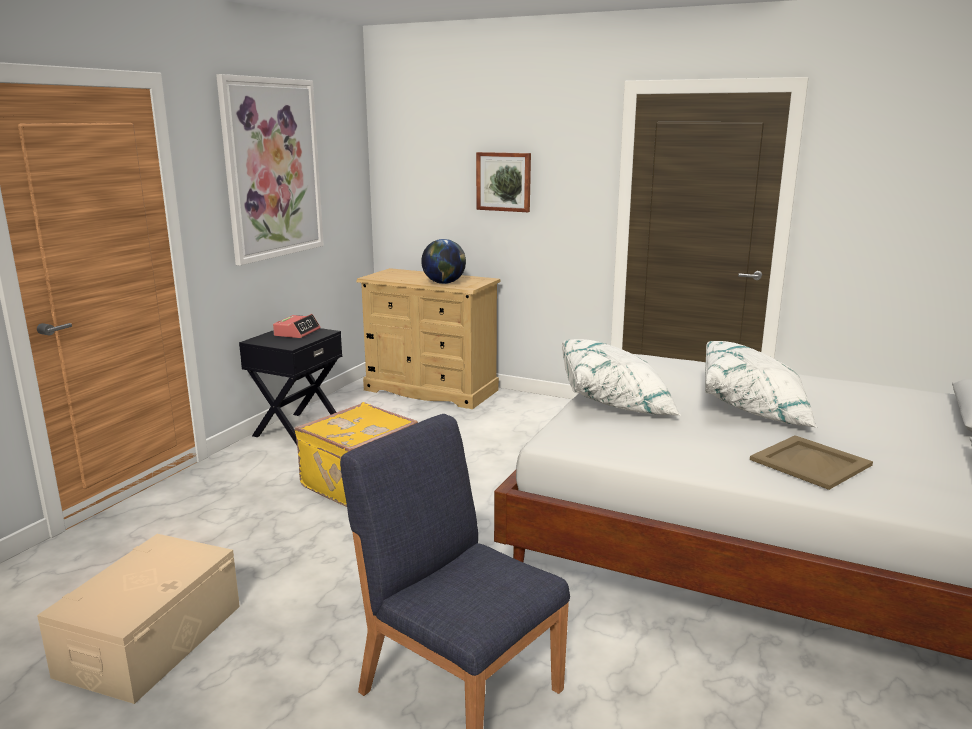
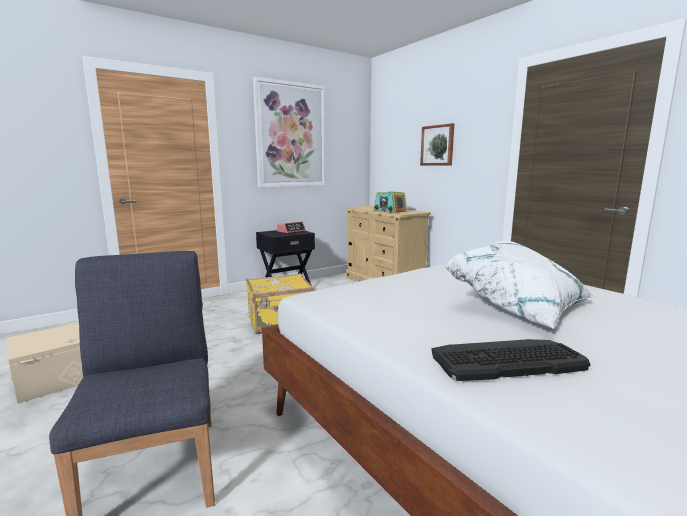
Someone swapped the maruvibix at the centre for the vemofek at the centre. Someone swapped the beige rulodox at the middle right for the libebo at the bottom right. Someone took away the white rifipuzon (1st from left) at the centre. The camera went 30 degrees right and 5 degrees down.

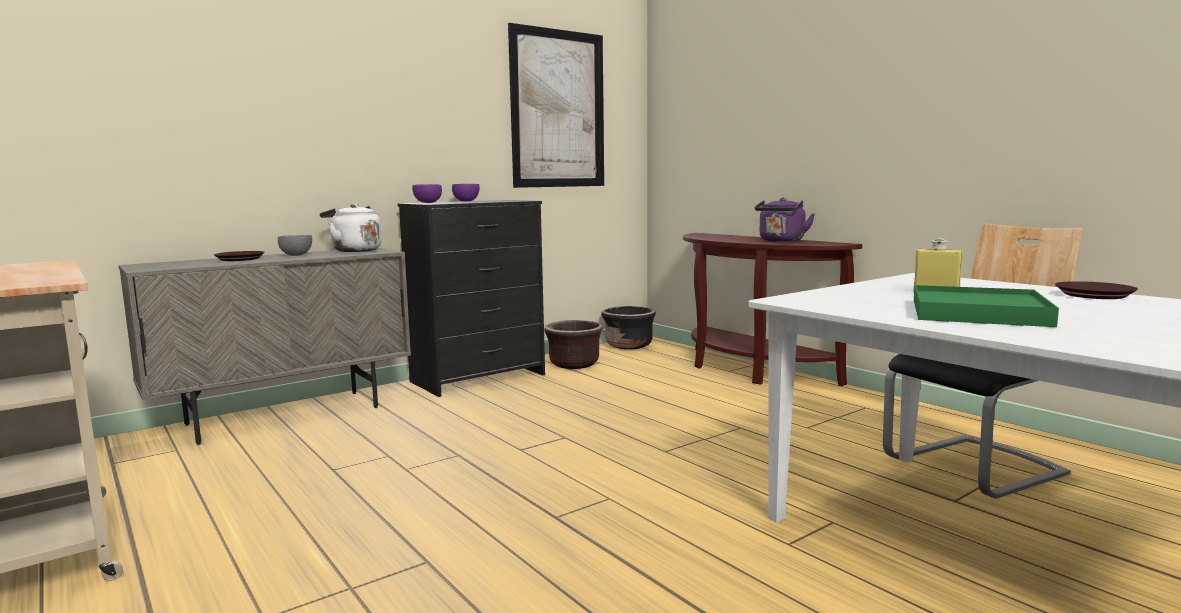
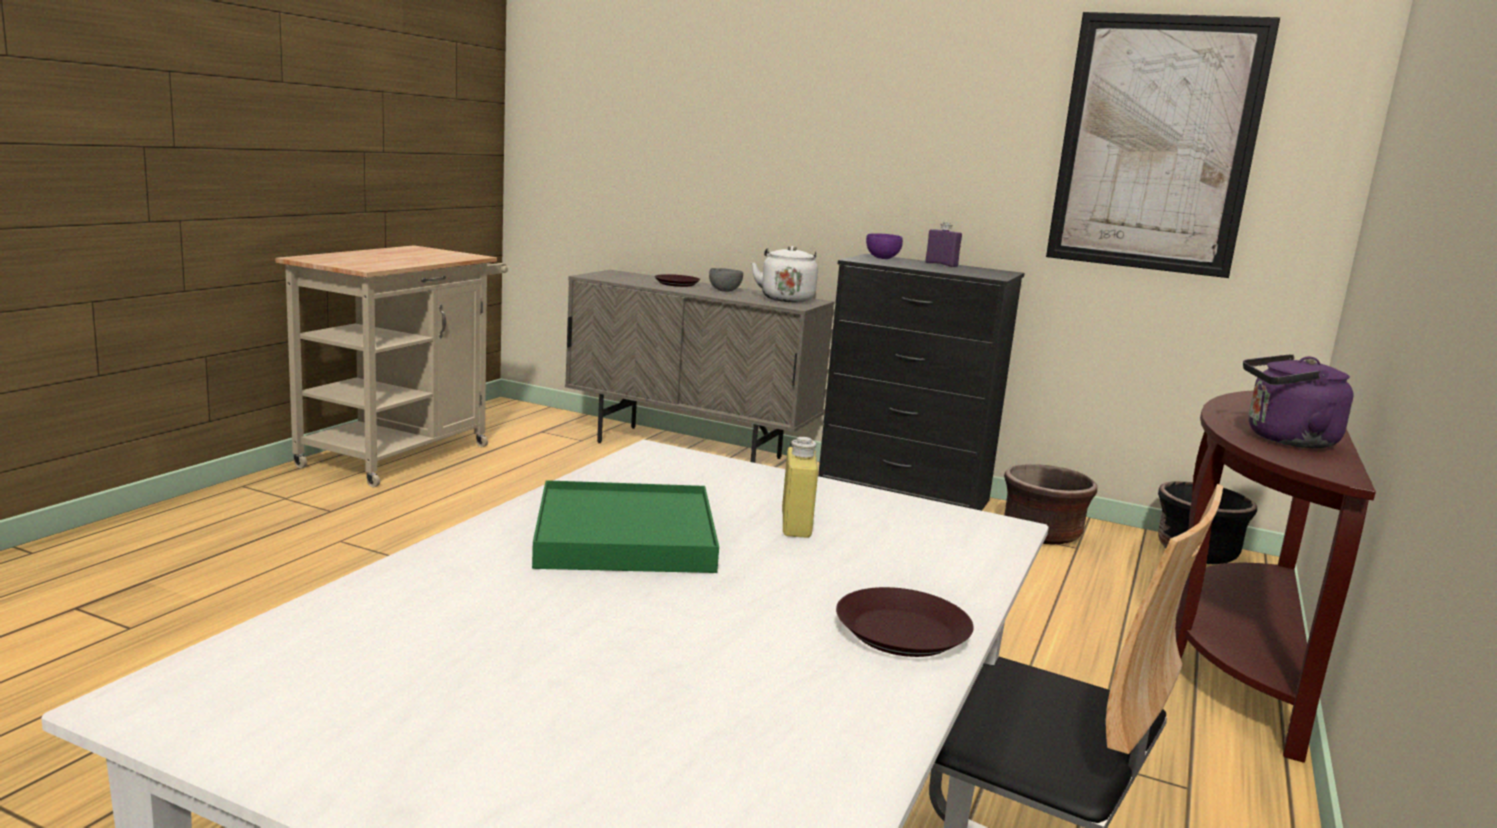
Someone swapped the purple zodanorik (2nd from left) at the top centre for the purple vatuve at the top centre. The camera went 60 degrees right and 5 degrees up.

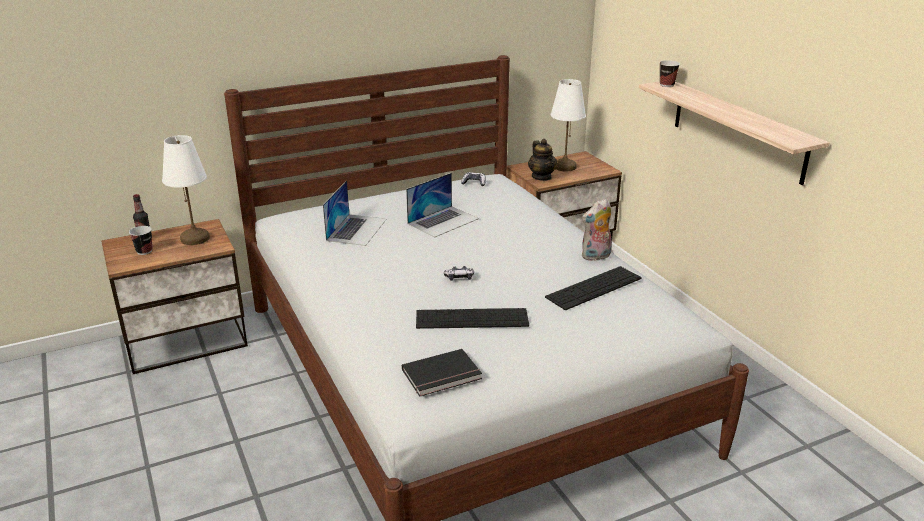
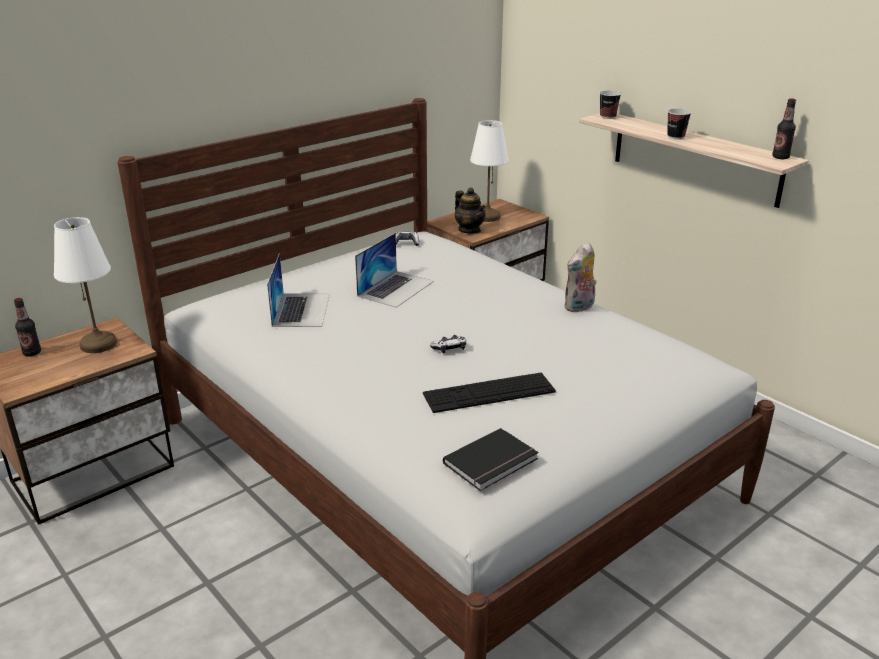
Someone carried the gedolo (1st from left in the first image) from the middle left to the top right. Someone put down the vatuve (2nd from left) at the top right. Someone took away the libebo (2nd from left) at the centre. The camera went 15 degrees left and 0 degrees up.

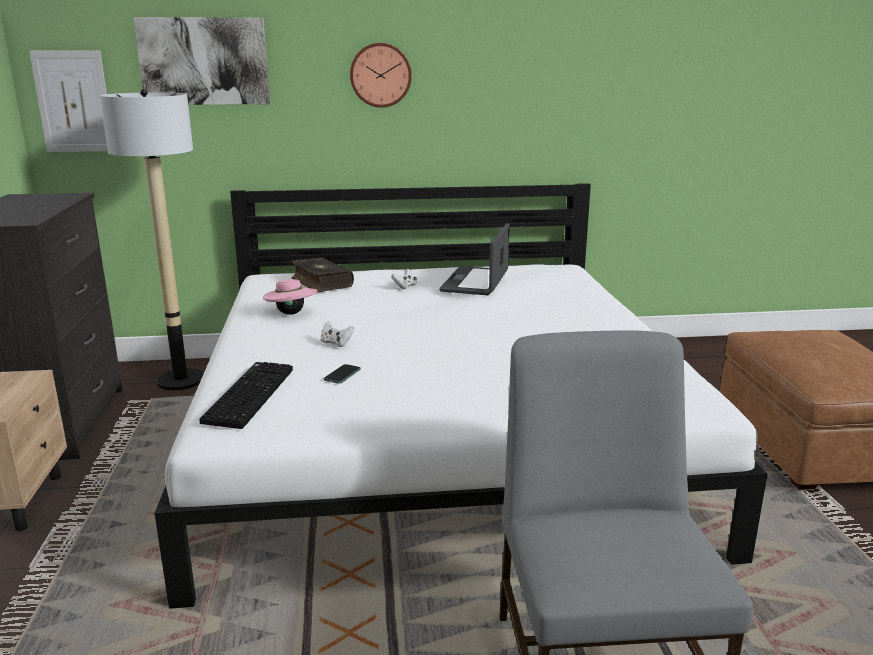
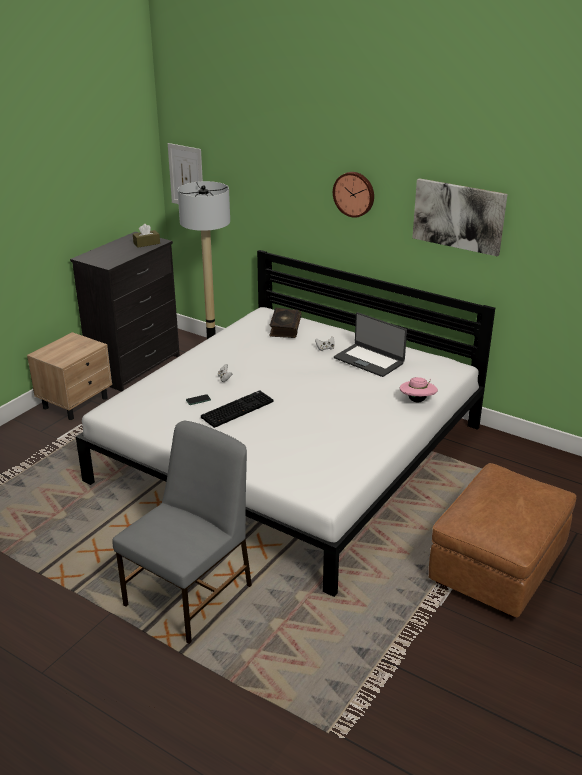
Someone put down the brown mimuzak at the top left. Someone carried the libebo from the middle left to the centre. Someone rotated the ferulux at the centre by 105 degrees counterclockwise. Someone carried the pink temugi from the middle left to the middle right. Someone carried the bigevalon (2nd from left) from the top left to the top right. The camera went 40 degrees right and 10 degrees up.

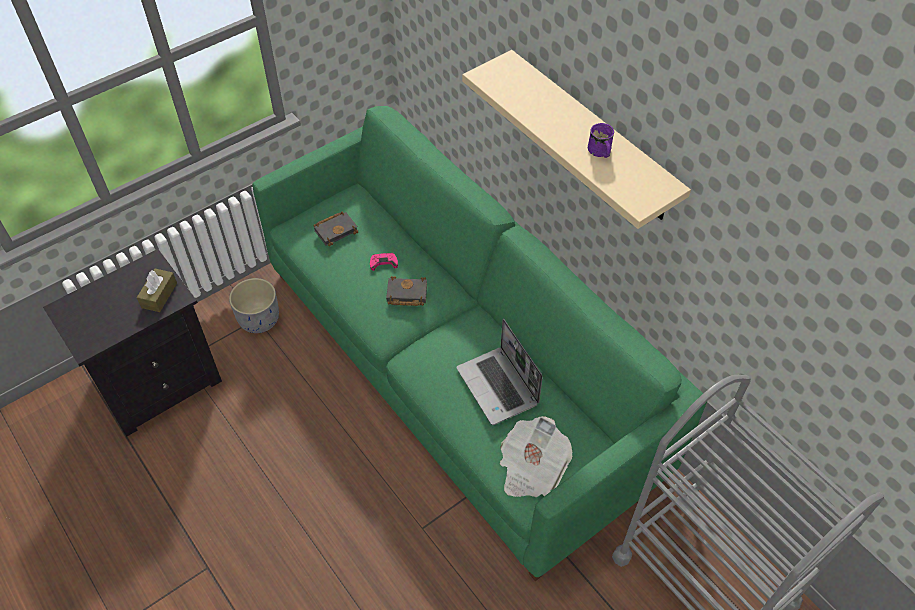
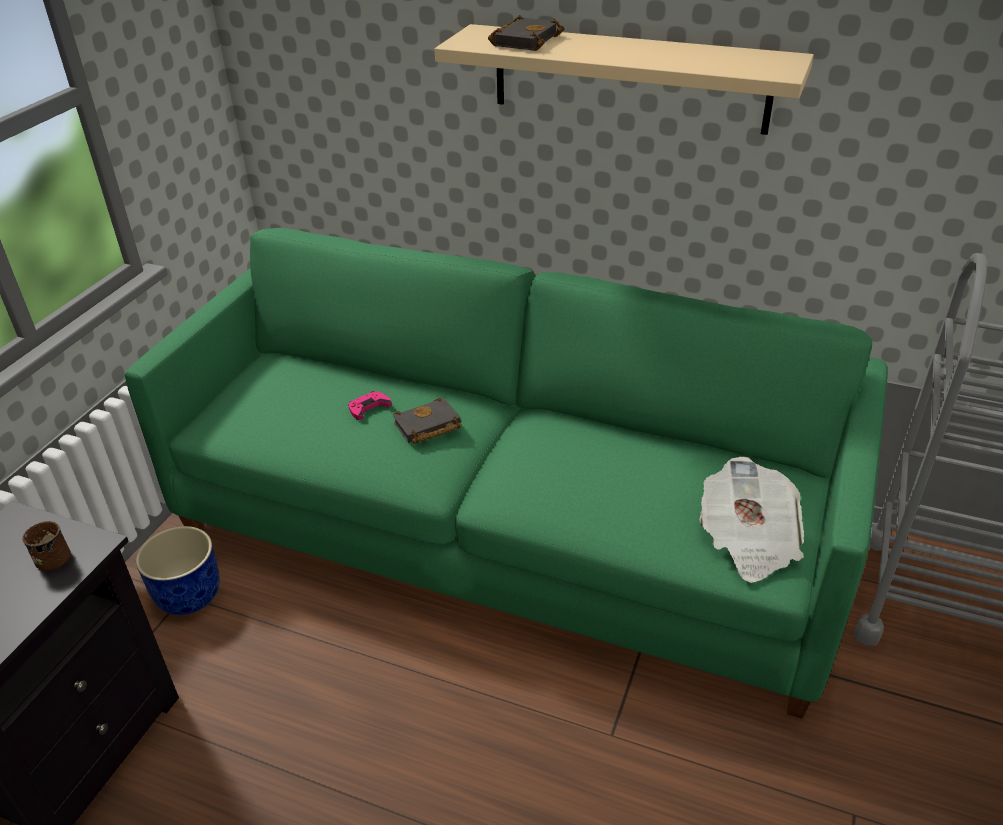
Someone swapped the brown mimuzak at the middle left for the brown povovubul at the middle left. Someone repainted the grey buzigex at the middle left, which became the blue buzigex at the bottom left. Someone carried the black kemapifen (1st from left in the first image) from the centre to the top centre. Someone took away the ferulux at the centre. Someone took away the purple povovubul at the top centre. The camera went 30 degrees left and 15 degrees down.

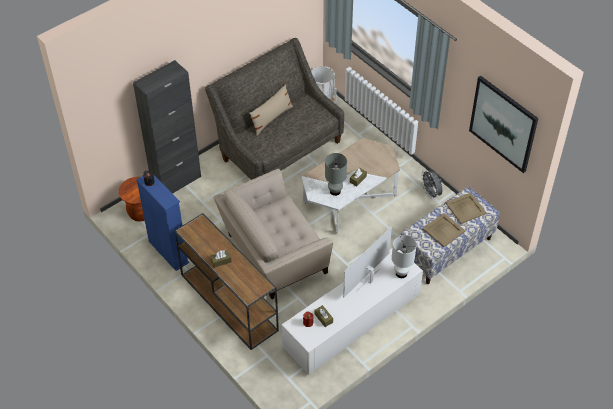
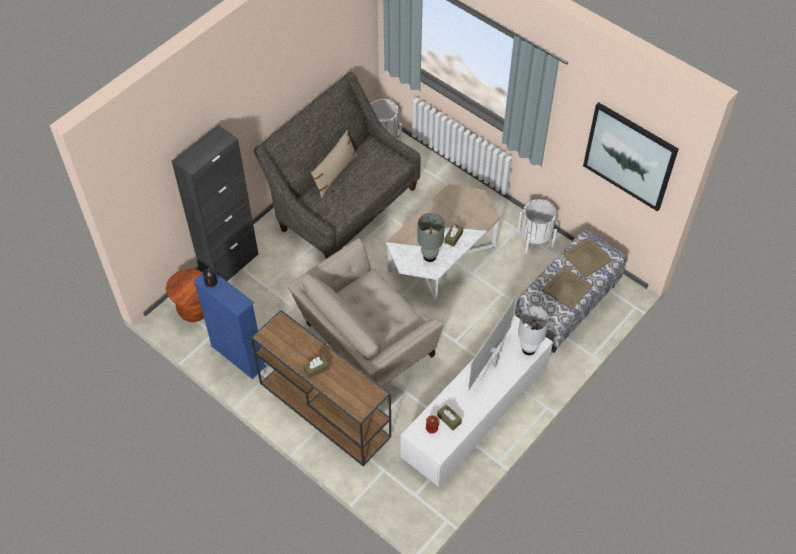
Someone swapped the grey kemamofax at the middle right for the white buzigex (2nd from left) at the middle right. The camera went 10 degrees left and 5 degrees up.

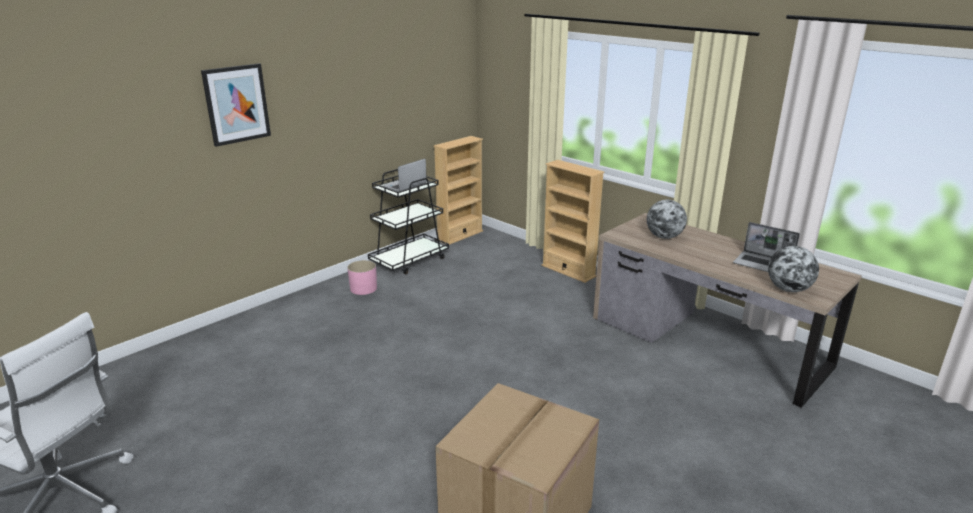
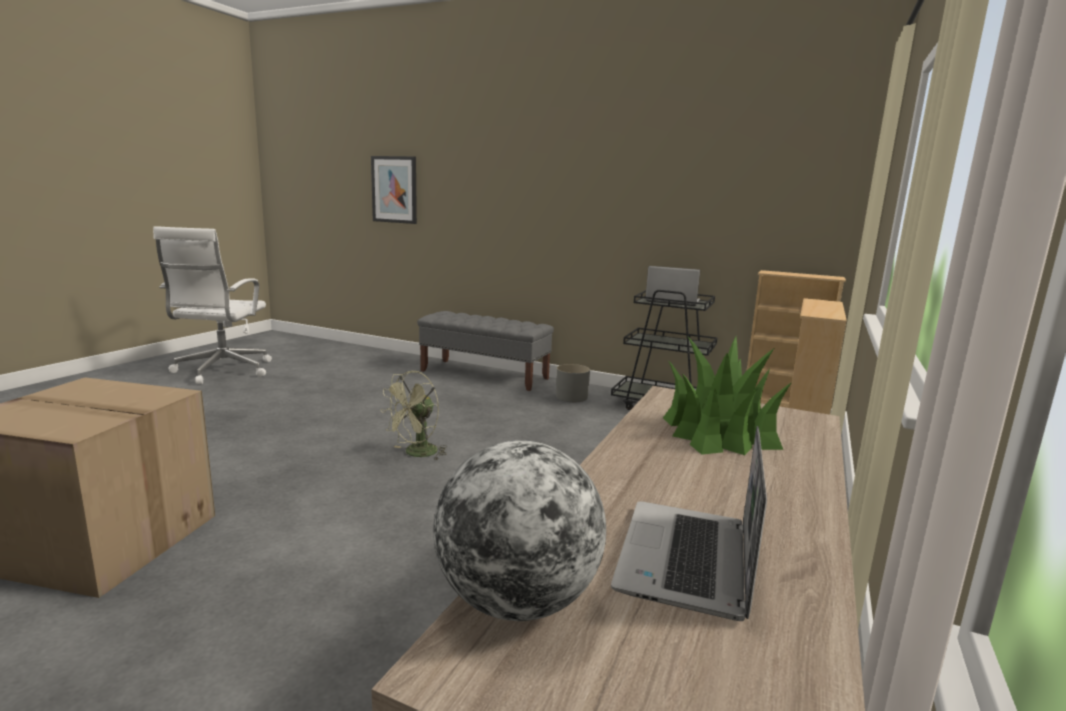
Someone carried the bigevalon from the top left to the top centre. Someone put down the green kemamofax at the centre. Someone put down the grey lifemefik at the centre. Someone repainted the pink buzigex at the centre, which became the grey buzigex at the centre. Someone swapped the maruvibix (1st from left) at the middle right for the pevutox at the middle right. The camera went 70 degrees right and 10 degrees down.

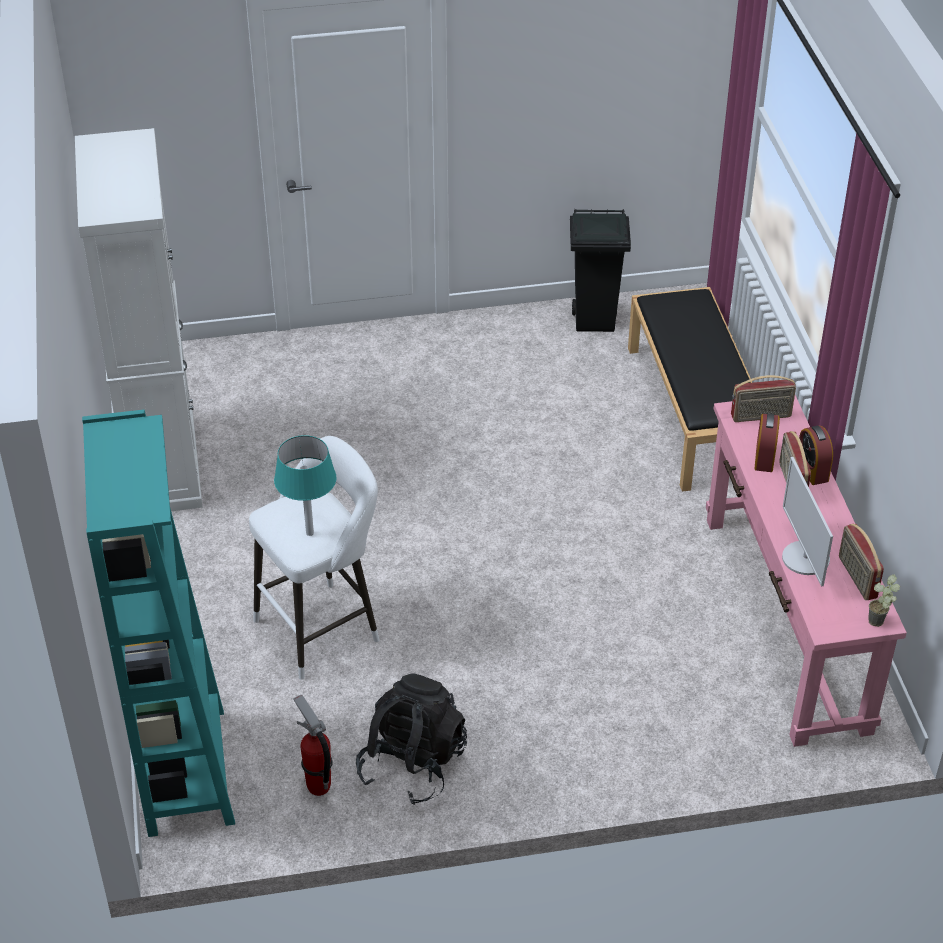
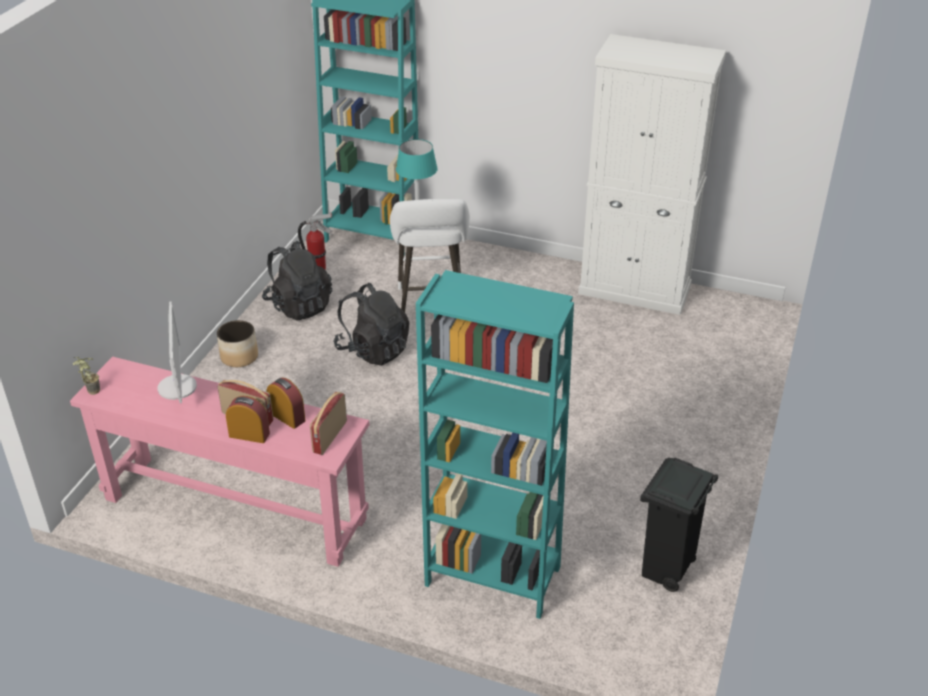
Someone rotated the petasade at the middle right by 60 degrees clockwise. Someone put down the buzigex at the middle left. Someone put down the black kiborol (2nd from left) at the centre. Someone swapped the black lifemefik at the middle right for the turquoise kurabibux (2nd from left) at the centre. Someone took away the vemofek (3rd from left) at the middle right. The camera went 120 degrees right and 5 degrees down.

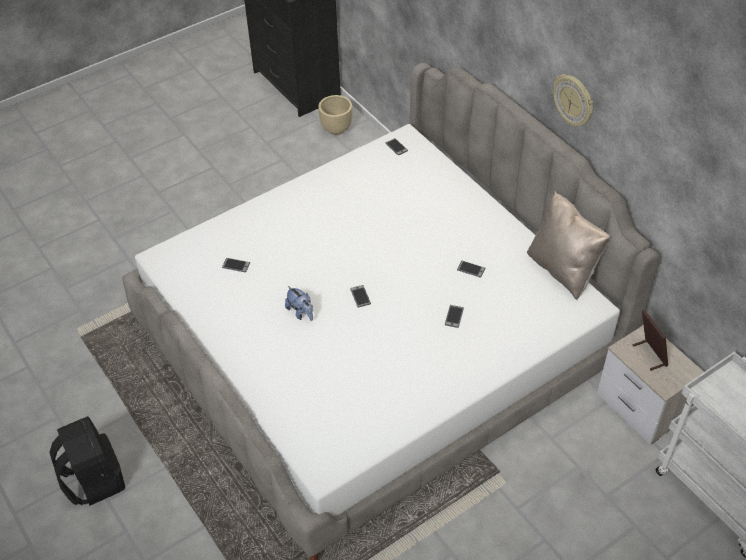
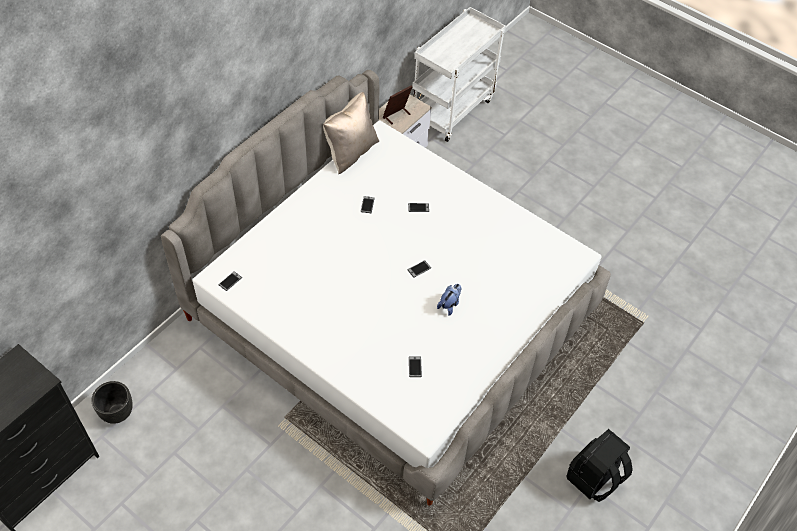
Someone repainted the beige buzigex at the top centre, which became the black buzigex at the bottom left. Someone took away the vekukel at the top right. The camera went 110 degrees left and 5 degrees up.

